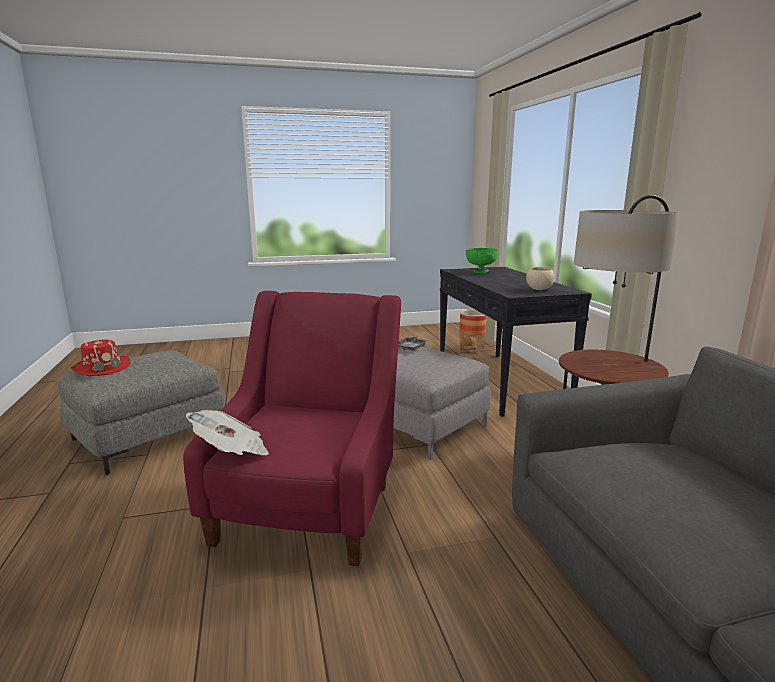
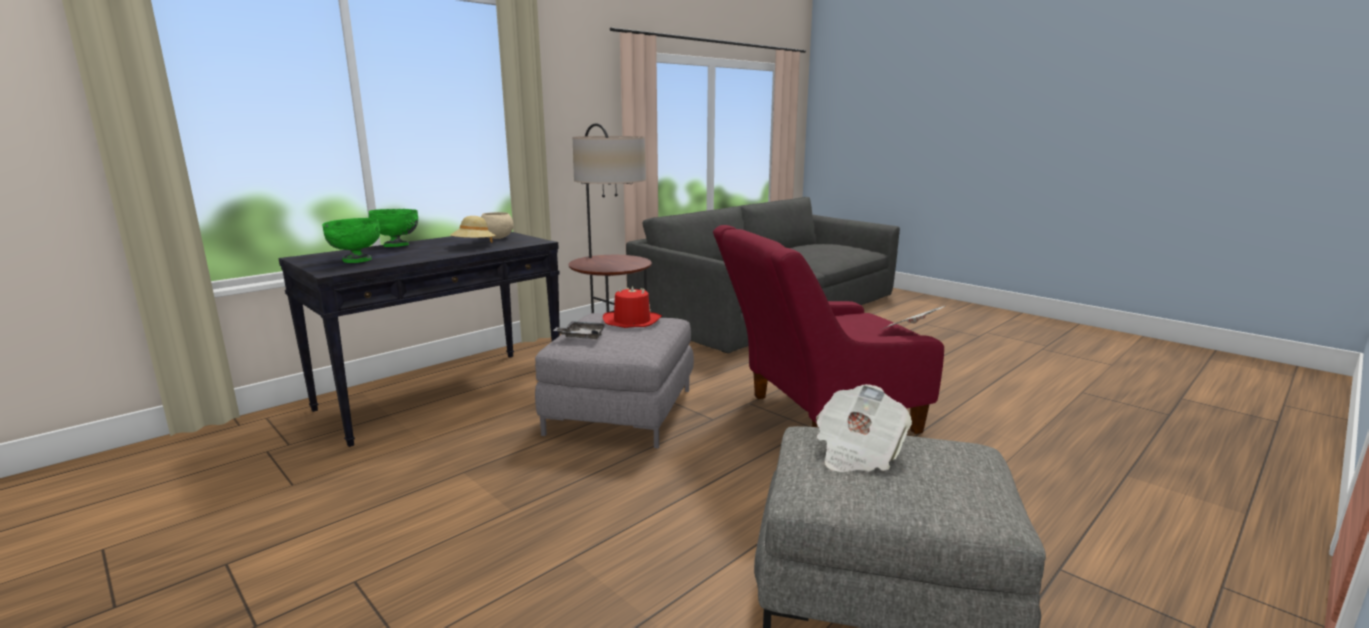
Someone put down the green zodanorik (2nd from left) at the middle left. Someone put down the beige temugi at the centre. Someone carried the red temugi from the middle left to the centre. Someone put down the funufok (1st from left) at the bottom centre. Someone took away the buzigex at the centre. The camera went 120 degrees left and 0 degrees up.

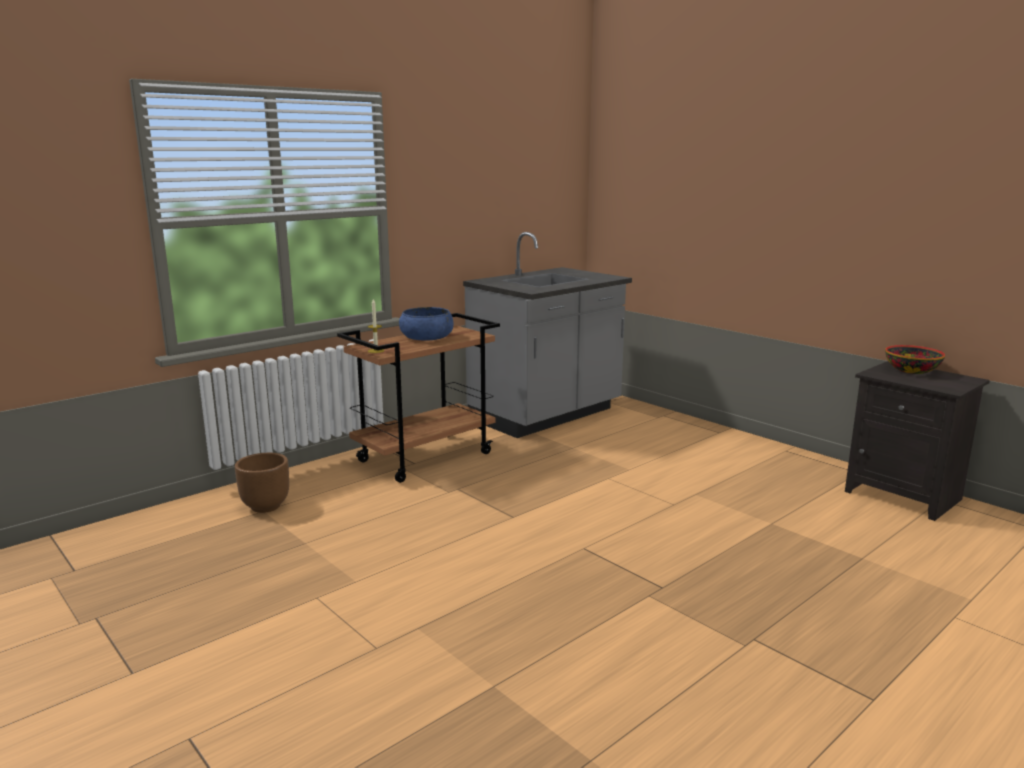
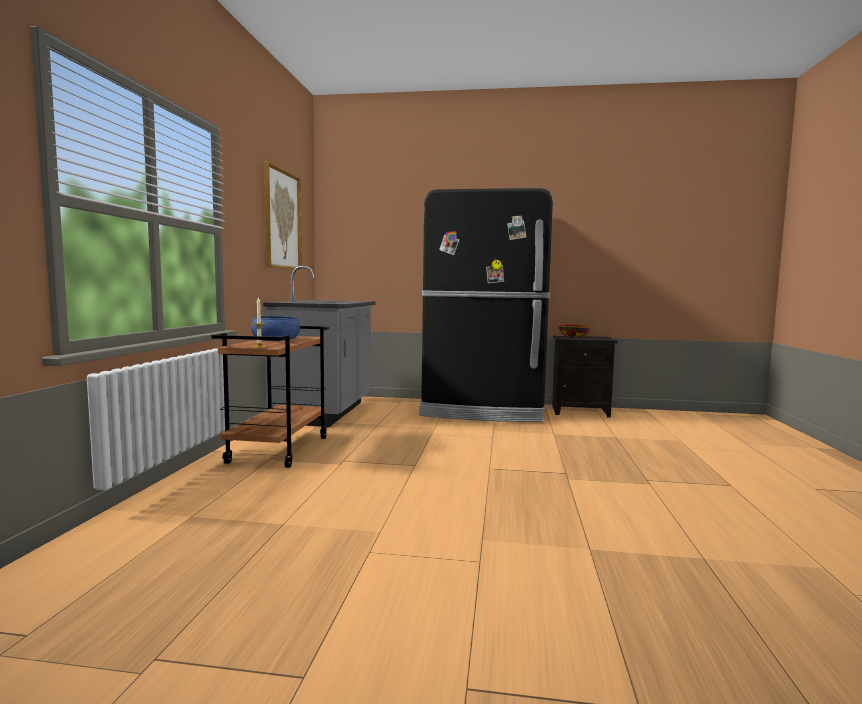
Someone put up the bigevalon at the top left. Someone put down the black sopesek at the centre. Someone took away the brown buzigex at the middle left. The camera went 40 degrees left and 10 degrees down.

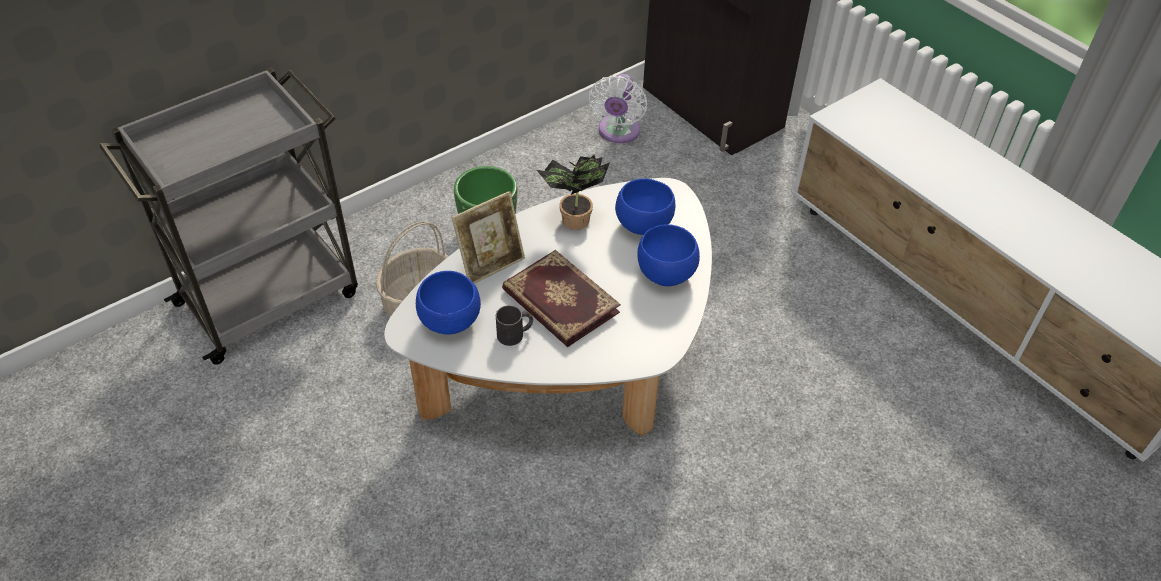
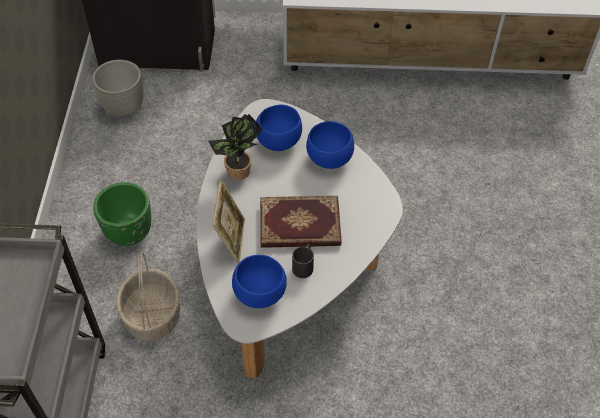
Someone swapped the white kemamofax at the top centre for the grey buzigex at the top left. The camera went 50 degrees left and 5 degrees up.

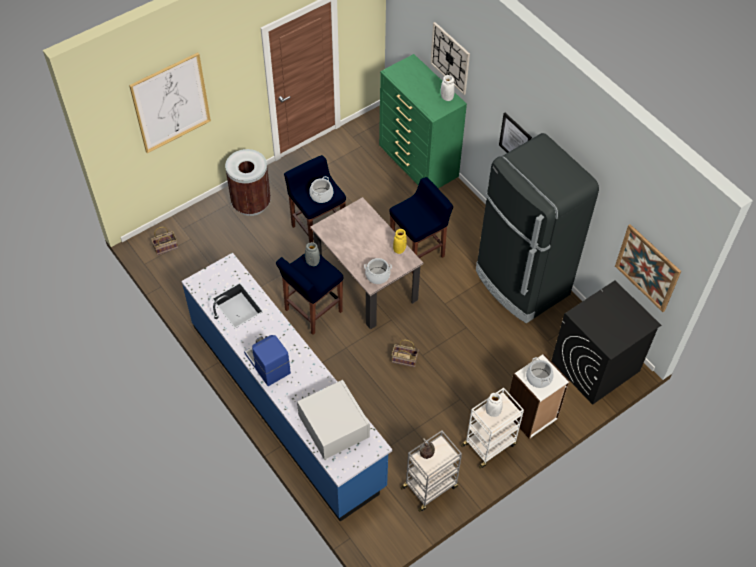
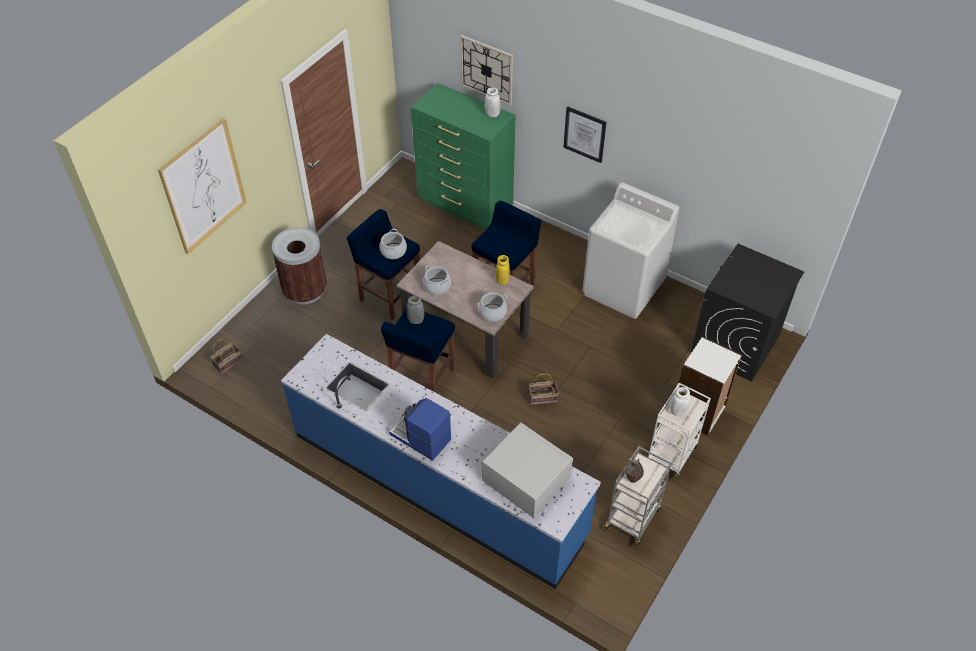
Someone carried the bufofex (3rd from left in the first image) from the middle right to the centre. Someone swapped the black sopesek at the middle right for the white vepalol at the centre. Someone took away the bigevalon (3rd from left) at the middle right. The camera went 20 degrees left and 5 degrees down.

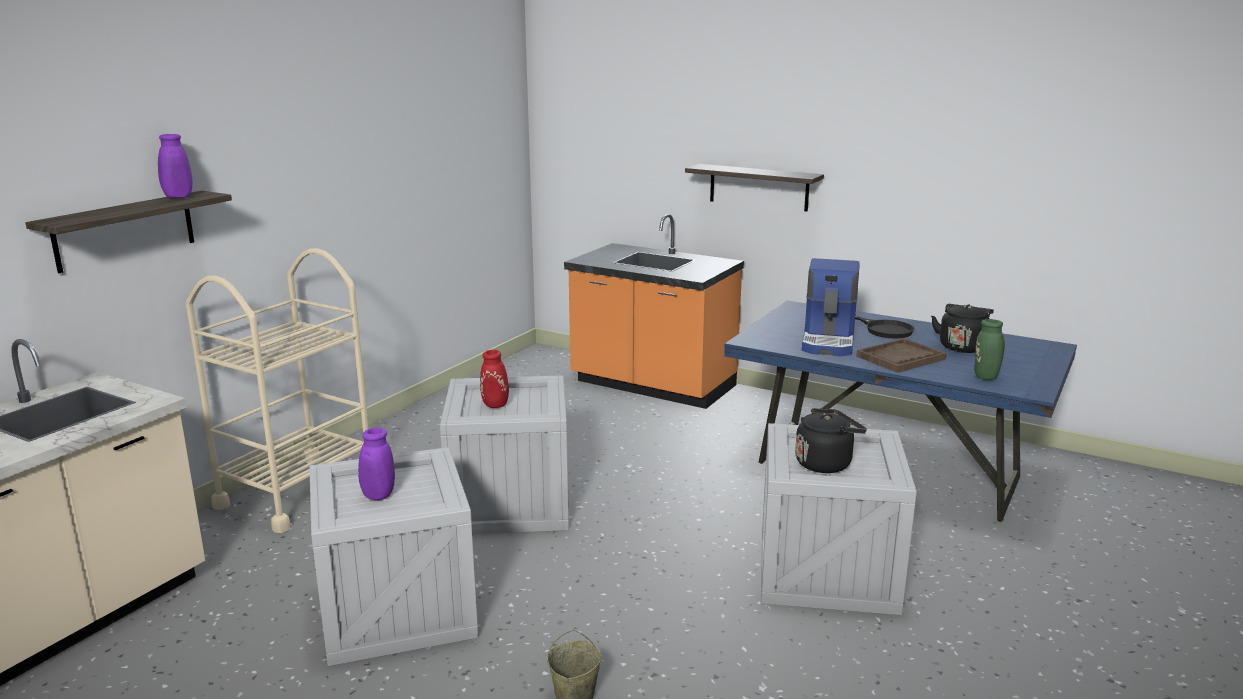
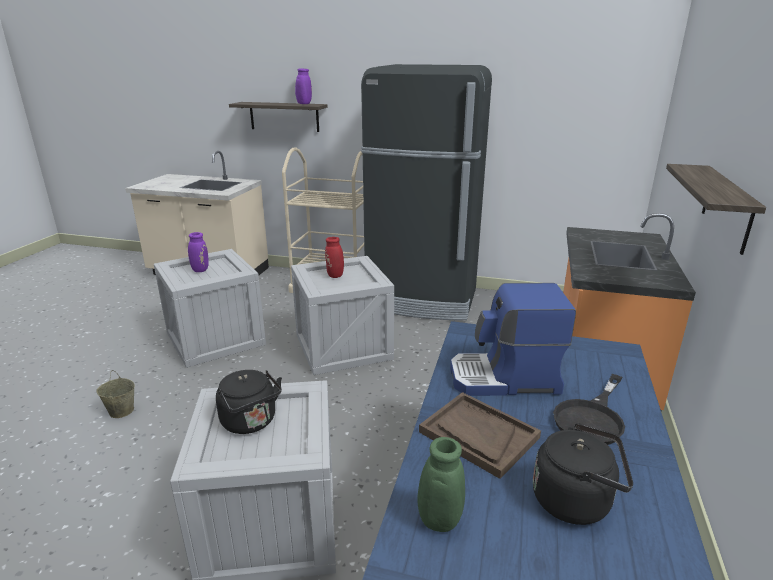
Someone put down the black sopesek at the top centre. The camera went 75 degrees right and 5 degrees up.

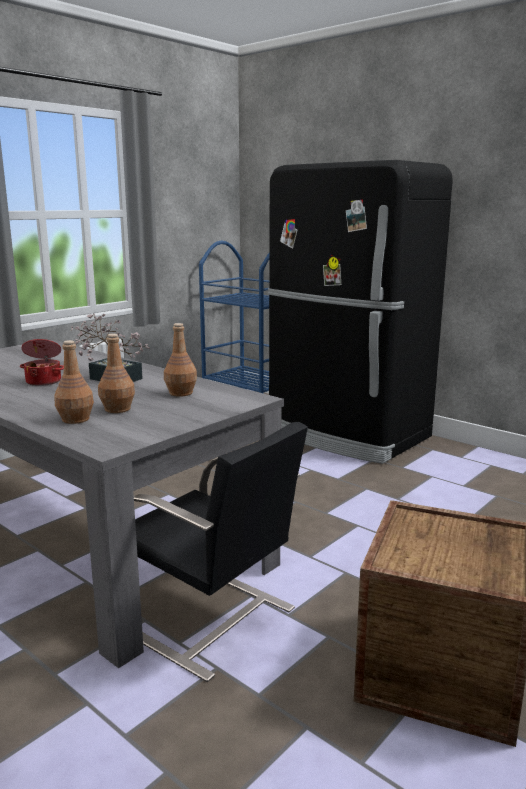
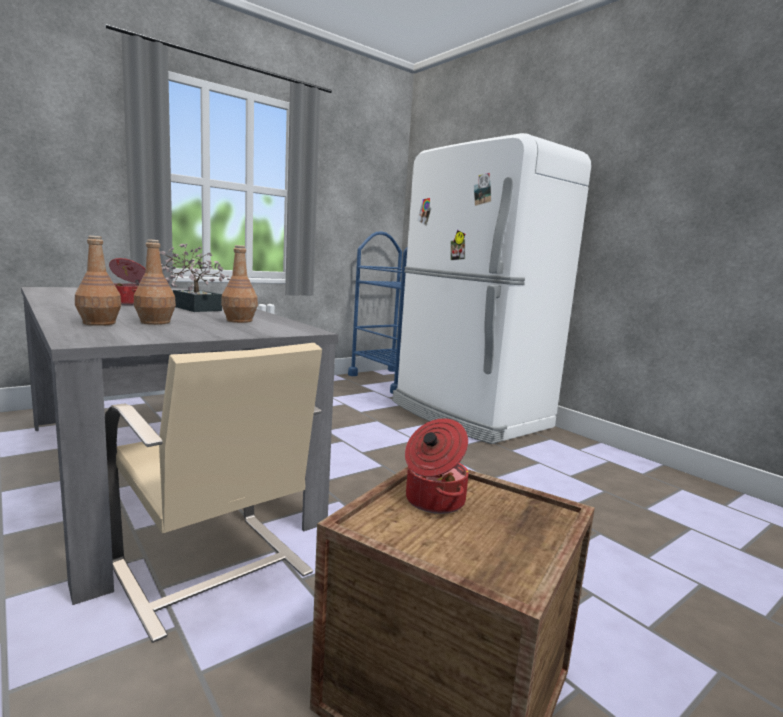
Someone repainted the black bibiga at the bottom centre, which became the beige bibiga at the bottom left. Someone repainted the black sopesek at the middle right, which became the white sopesek at the centre. Someone put down the bufofex (2nd from left) at the centre. The camera went 10 degrees right and 5 degrees down.

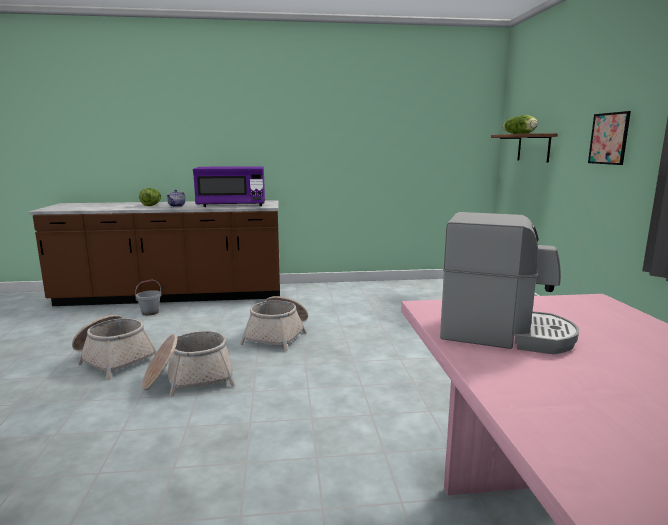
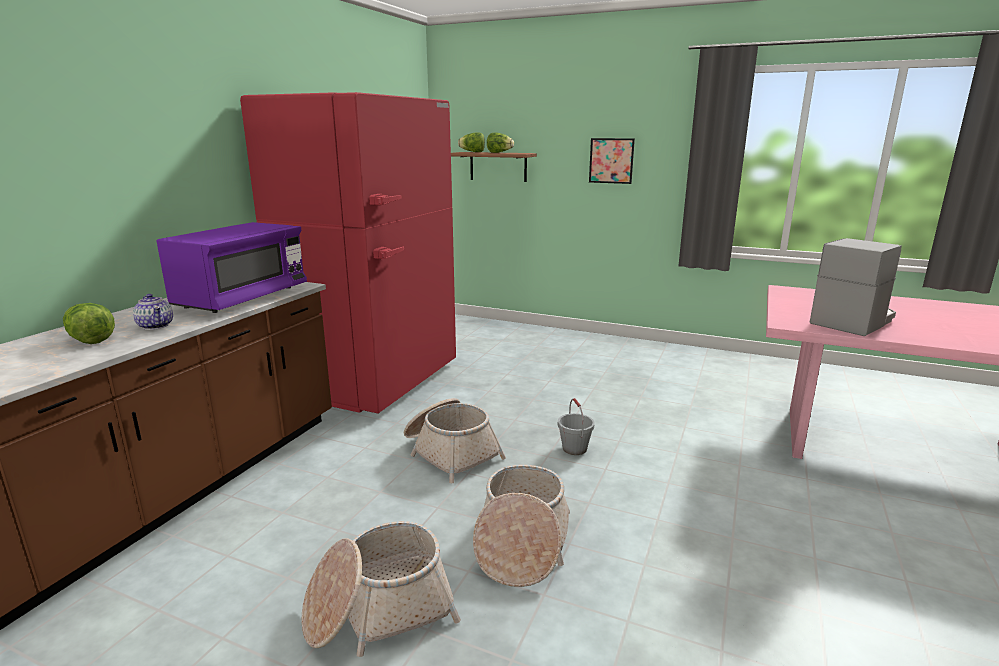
Someone put down the red sopesek at the centre. Someone carried the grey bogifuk from the middle left to the centre. The camera went 60 degrees left and 5 degrees up.

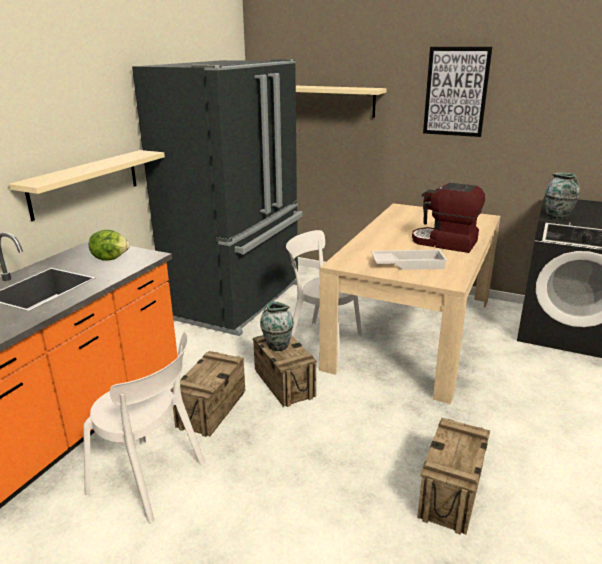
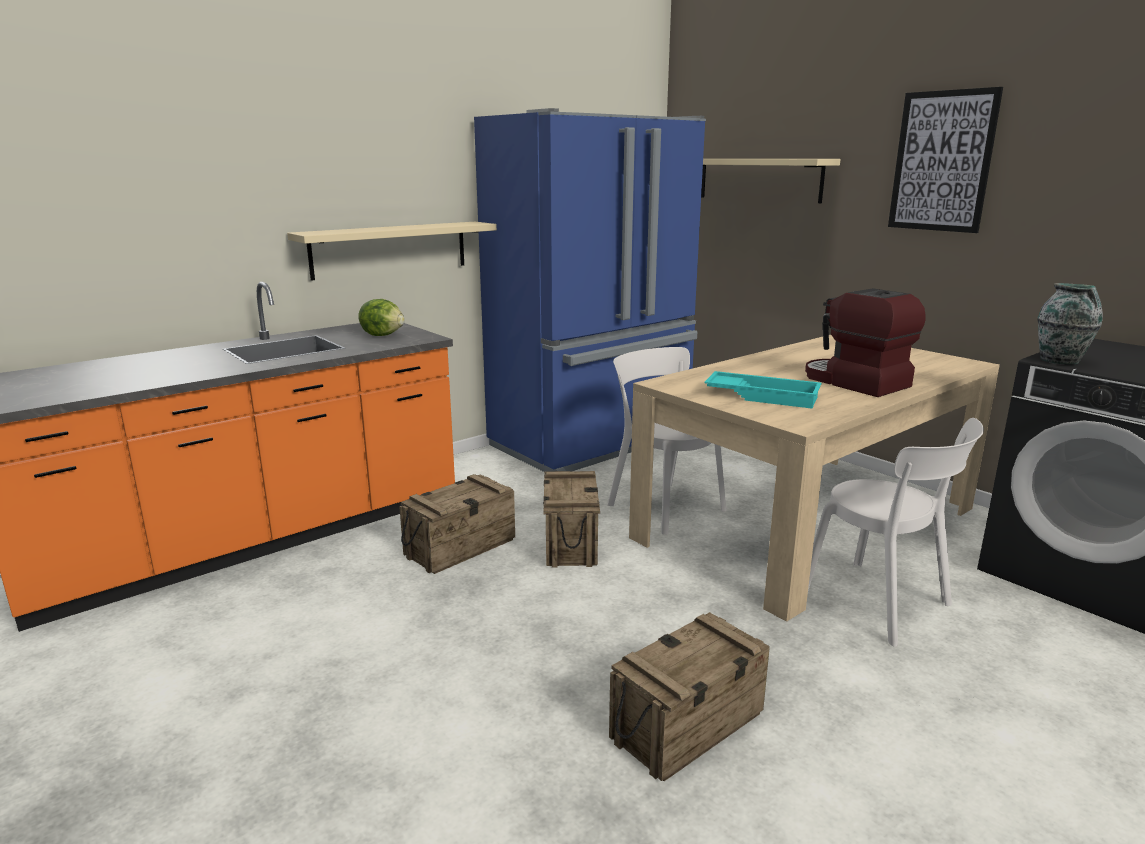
Someone repainted the black sopesek at the centre, which became the blue sopesek at the centre. Someone repainted the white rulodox at the middle right, which became the turquoise rulodox at the centre. Someone carried the white bibiga (1st from left in the first image) from the bottom left to the middle right. Someone took away the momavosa (1st from left) at the centre. The camera went 25 degrees right and 5 degrees down.

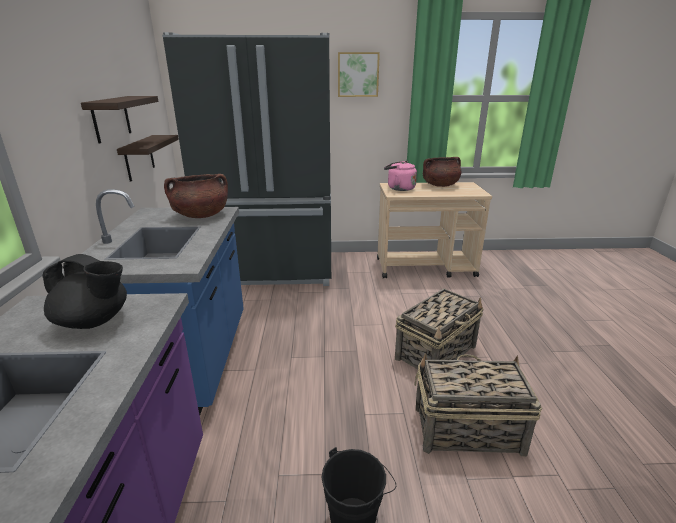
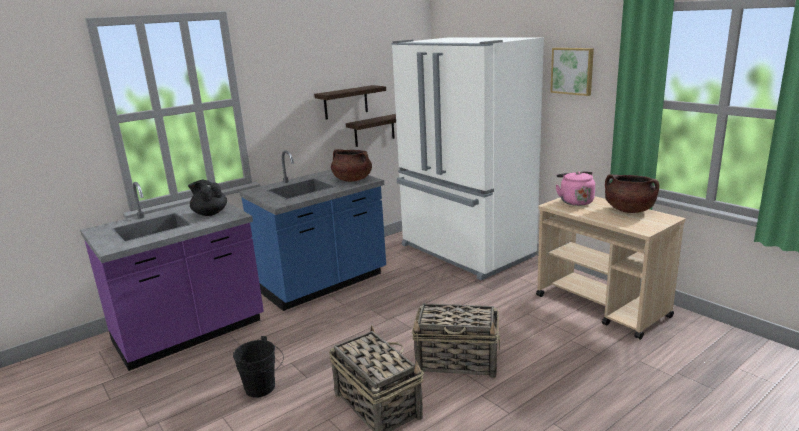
Someone rotated the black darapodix at the middle left by 150 degrees clockwise. Someone repainted the black sopesek at the top centre, which became the white sopesek at the centre. The camera went 55 degrees right and 5 degrees down.

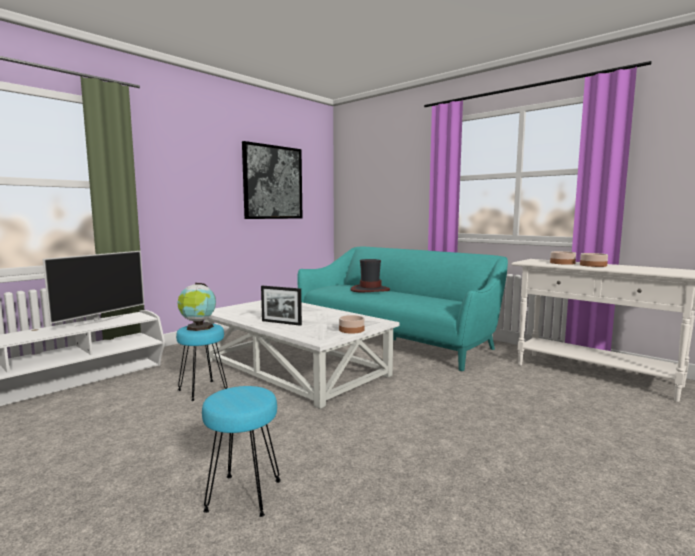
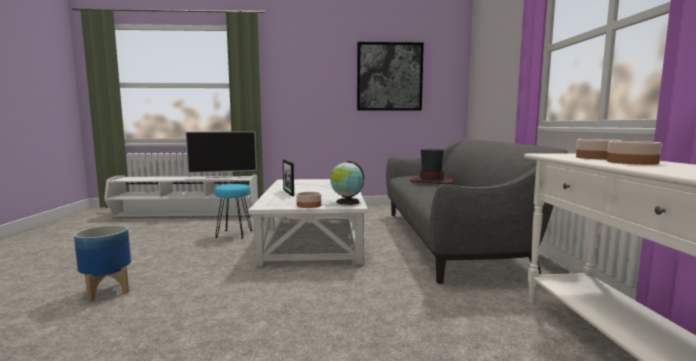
Someone swapped the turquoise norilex (2nd from left) at the bottom centre for the buzigex at the bottom left. Someone carried the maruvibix from the middle left to the centre. Someone repainted the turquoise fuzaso at the centre, which became the grey fuzaso at the middle right. The camera went 45 degrees right and 0 degrees up.

